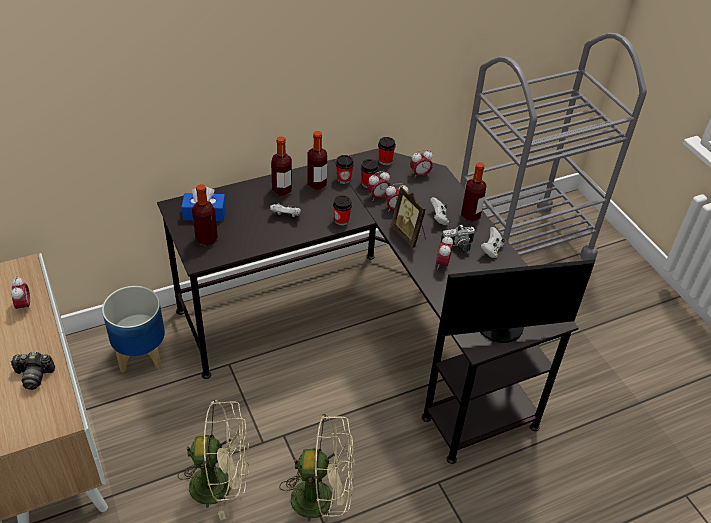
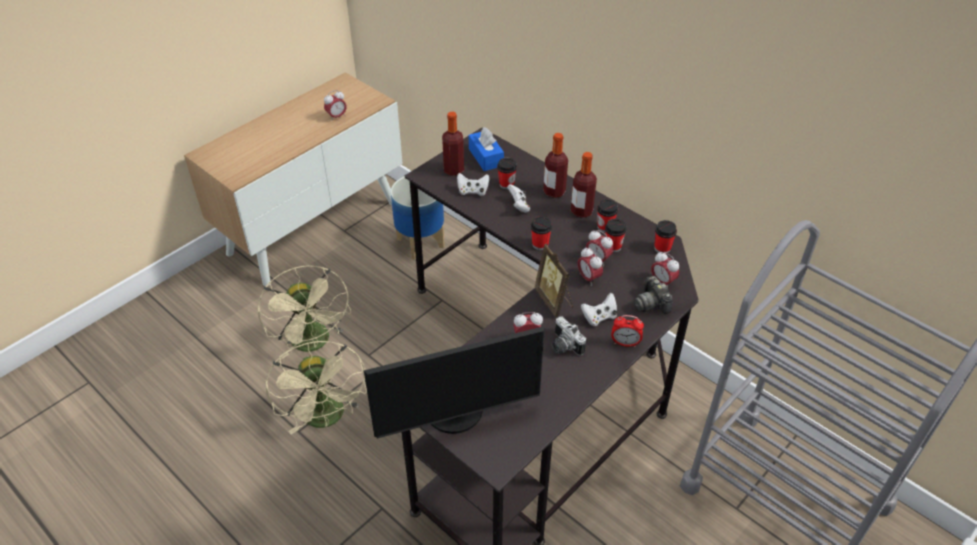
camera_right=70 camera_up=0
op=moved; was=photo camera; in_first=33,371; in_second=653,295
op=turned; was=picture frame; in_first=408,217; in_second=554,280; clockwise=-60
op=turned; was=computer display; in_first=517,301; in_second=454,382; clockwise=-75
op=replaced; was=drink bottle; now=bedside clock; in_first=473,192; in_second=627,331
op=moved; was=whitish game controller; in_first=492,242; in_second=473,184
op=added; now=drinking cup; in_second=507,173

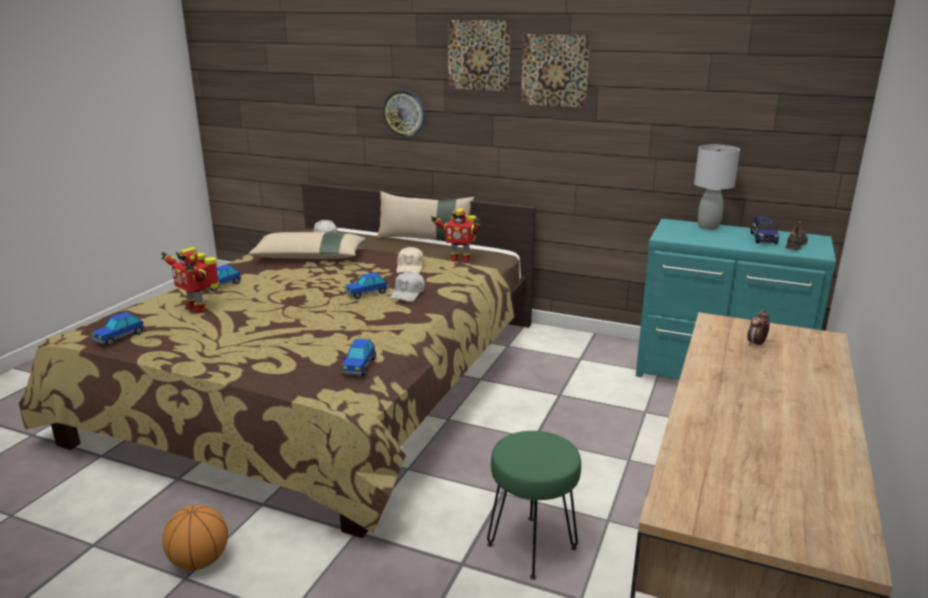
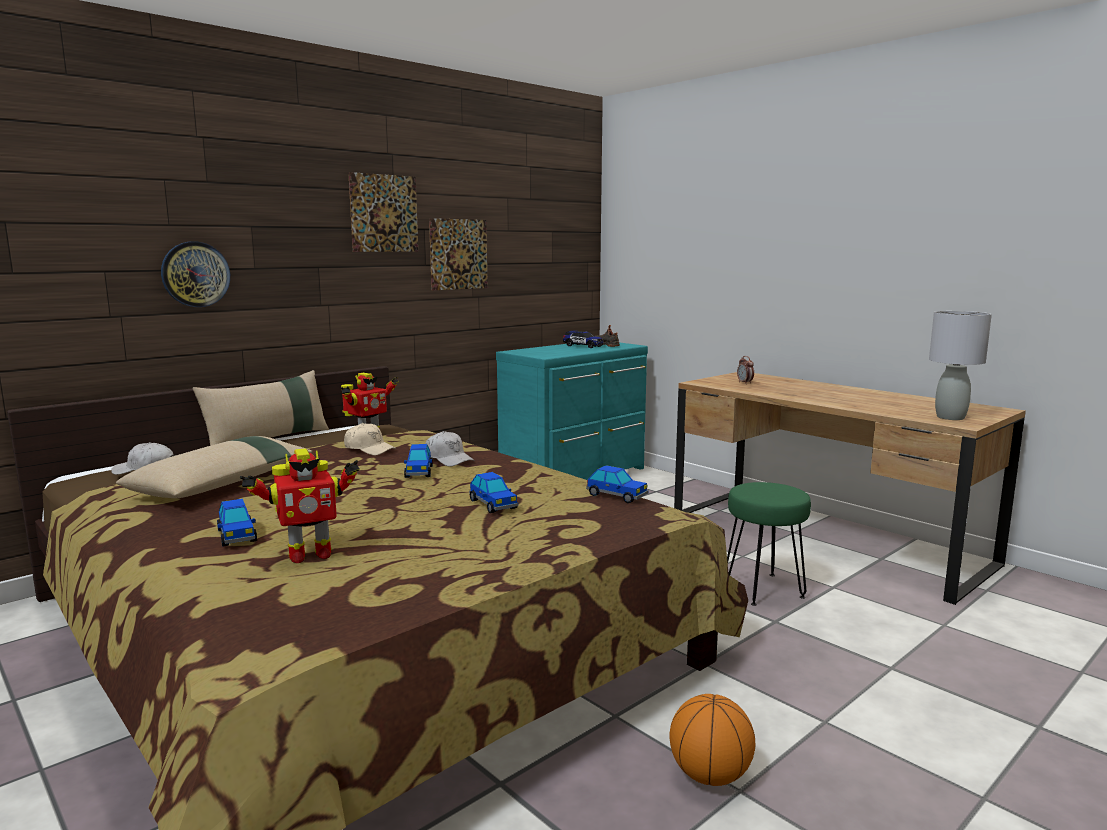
camera_right=-65 camera_up=-10
op=moved; was=miniature car; in_first=118,329; in_second=494,492
op=moved; was=picture; in_first=479,55; in_second=458,254
op=moved; was=gray lamp for a table; in_first=717,187; in_second=960,365

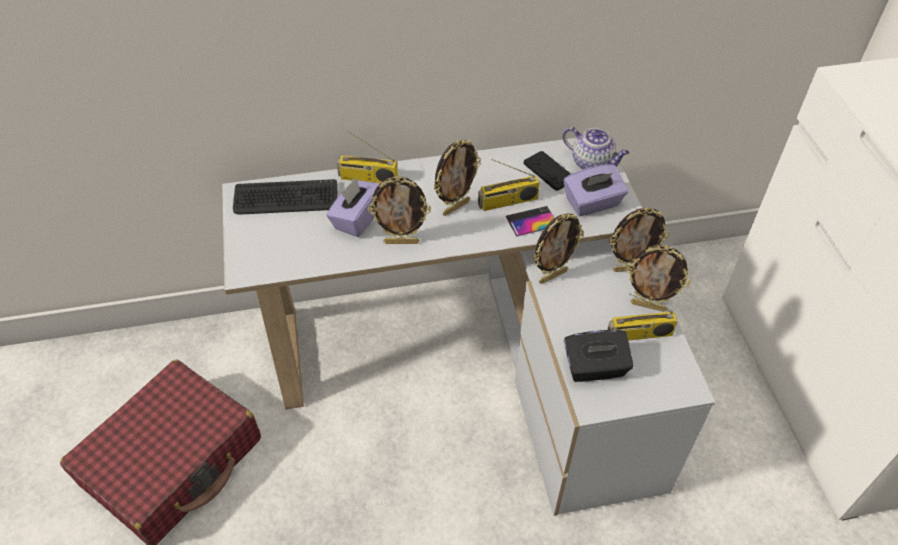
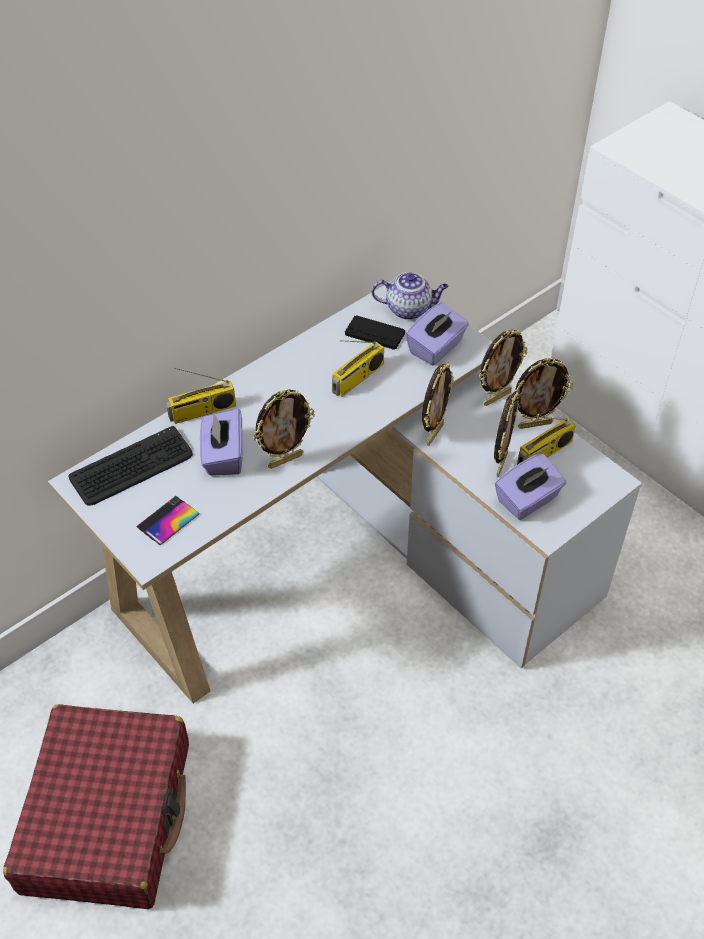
camera_right=-30 camera_up=0
op=moved; was=picture frame; in_first=457,178; in_second=506,434
op=moved; was=handset; in_first=530,221; in_second=168,520
op=recoloured; was=black tissue holder; now=purple-coloured tissue holder; in_first=599,356; in_second=530,486

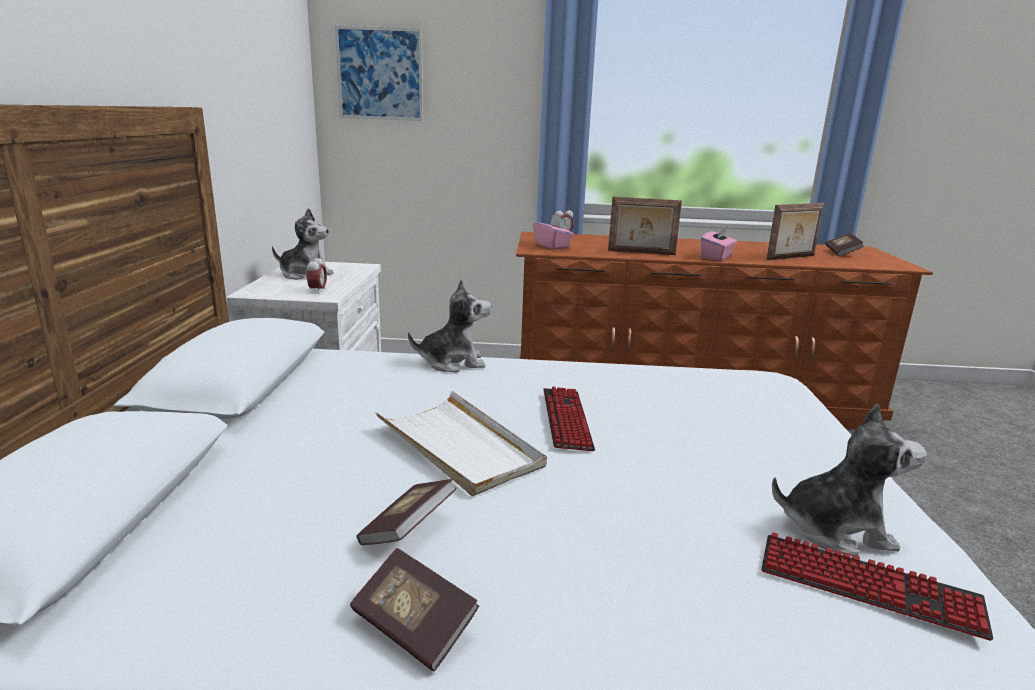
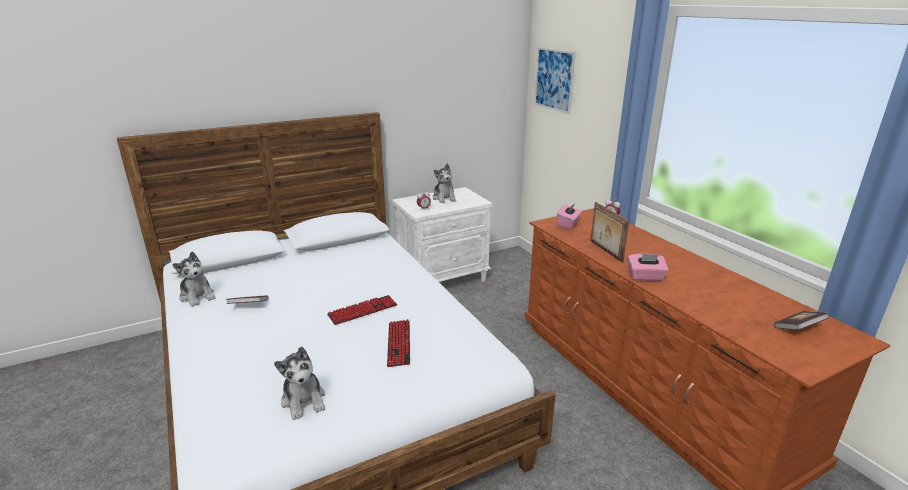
camera_right=60 camera_up=5
op=removed; was=volume; in_first=414,610
op=removed; was=whitish carrying tray; in_first=461,443
op=moved; was=cuddly toy; in_first=450,325; in_second=194,279
op=moved; was=keyboard; in_first=877,587; in_second=398,343
op=removed; was=picture frame; in_first=795,231

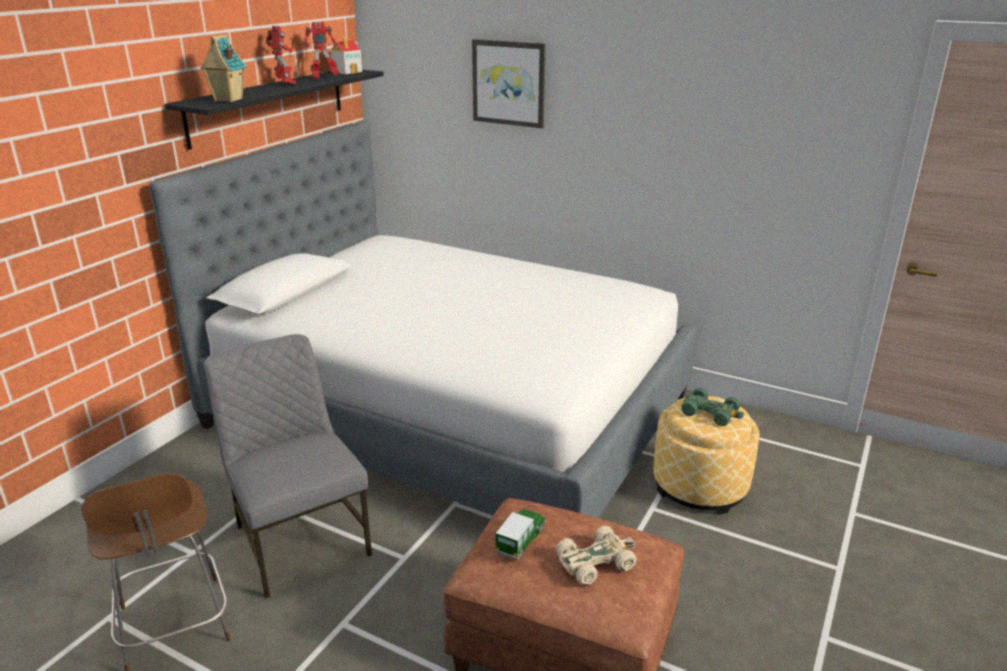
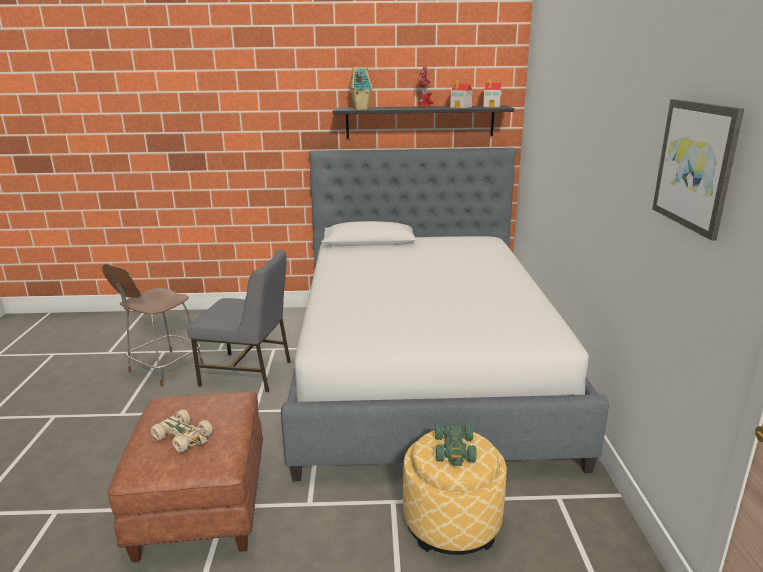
camera_right=60 camera_up=-5
op=turned; was=gray chair; in_first=288,466; in_second=239,320; clockwise=75
op=replaced; was=model robot; now=model house; in_first=322,50; in_second=461,94
op=moved; was=picture; in_first=509,83; in_second=698,169
op=removed; was=miniature car; in_first=520,535

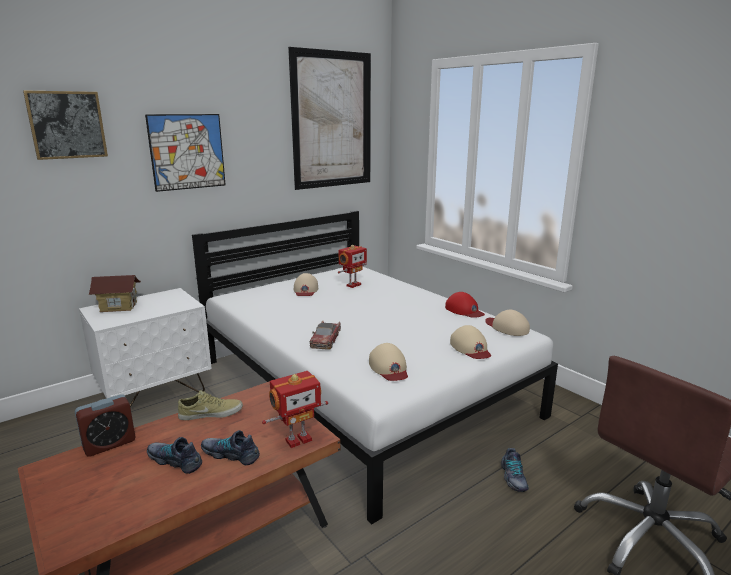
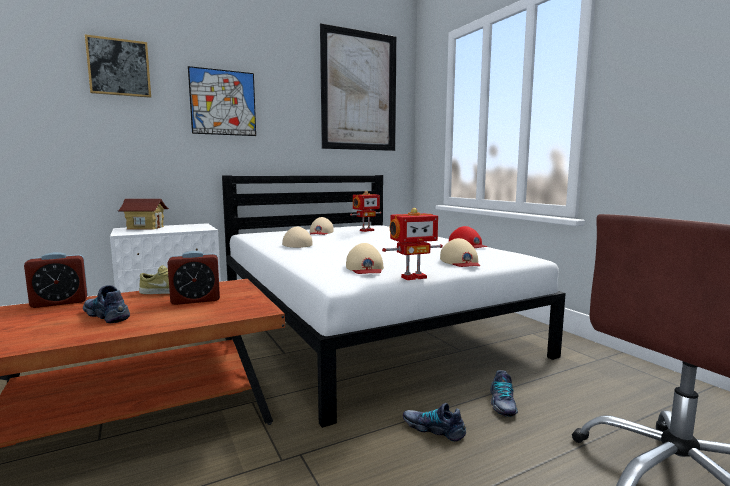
camera_right=10 camera_up=-10
op=moved; was=low shoe; in_first=230,447; in_second=434,422
op=moved; was=model robot; in_first=295,409; in_second=412,244
op=removed; was=miniature car; in_first=325,335
op=moved; was=beige peaked cap; in_first=507,323; in_second=297,237
op=added; now=bedside clock; in_second=193,278

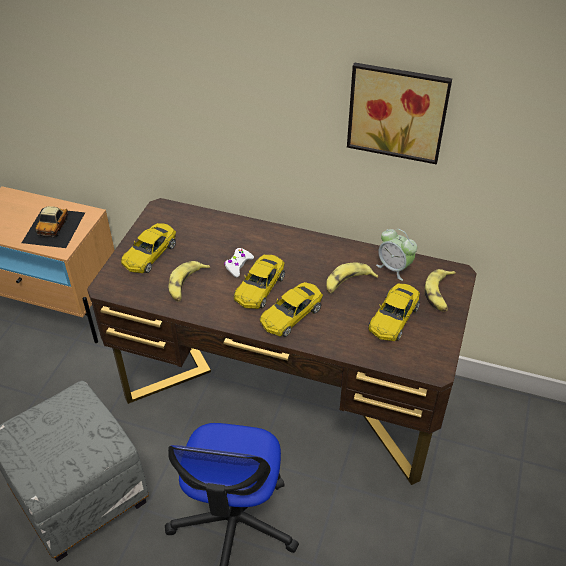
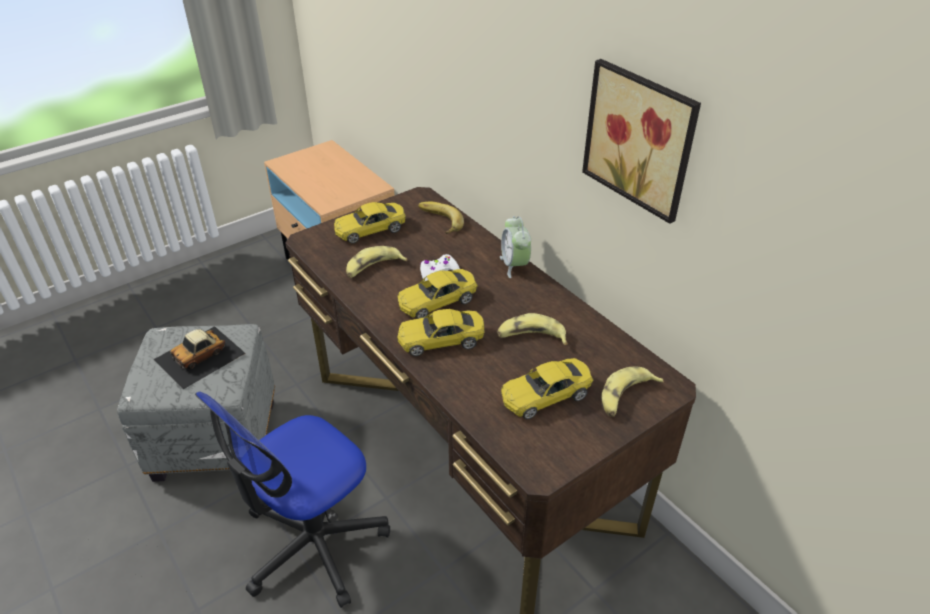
camera_right=35 camera_up=-5
op=moved; was=miniature car; in_first=53,227; in_second=199,357
op=moved; was=bedside clock; in_first=396,255; in_second=515,247
op=added; now=banana; in_second=441,218

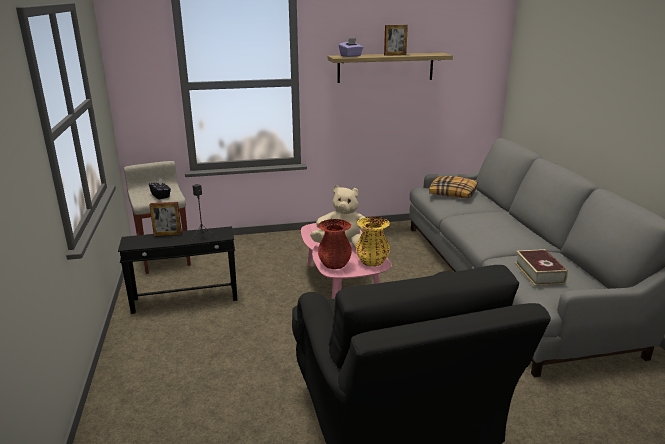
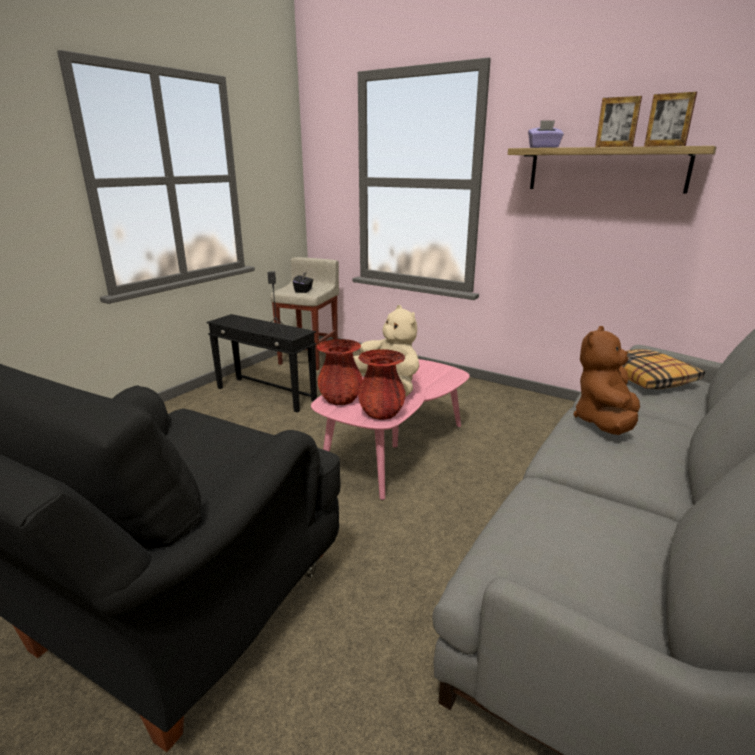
camera_right=45 camera_up=0
op=moved; was=picture frame; in_first=165,219; in_second=670,119
op=recoloured; was=yellow-coloured decorative vase; now=reddish decorative vase; in_first=373,241; in_second=382,384
op=removed; was=volume; in_first=541,267
op=added; now=brown cuddly toy; in_second=606,380

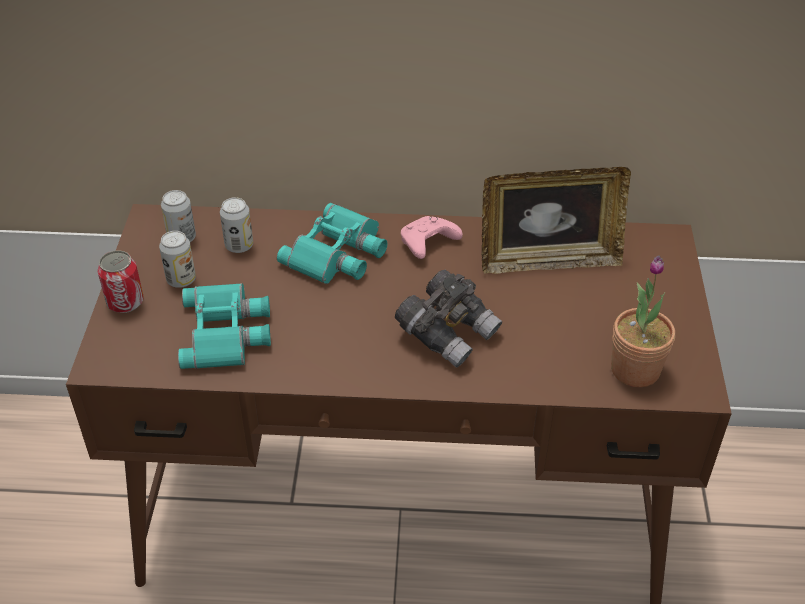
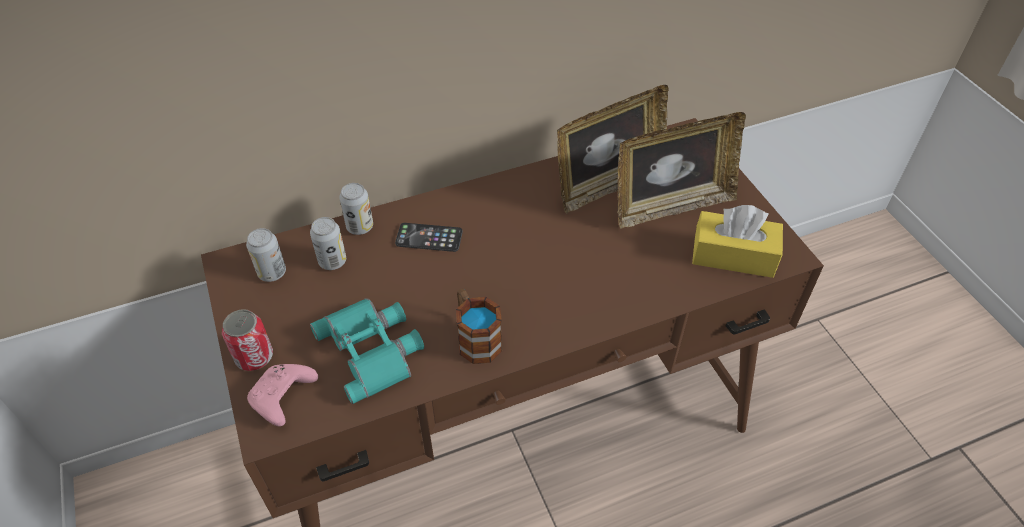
camera_right=-25 camera_up=5
op=moved; was=metal can; in_first=177,259; in_second=356,209
op=replaced; was=turquoise field glasses; now=handset; in_first=332,243; in_second=429,237
op=removed; was=gray field glasses; in_first=448,318
op=moved; was=pink game controller; in_first=432,237; in_second=282,395
op=replaced; was=potted plant; now=yellow-coloured tissue holder; in_first=643,321; in_second=737,241
op=added; now=coffee mug; in_second=479,326
op=added; now=picture frame; in_second=681,170

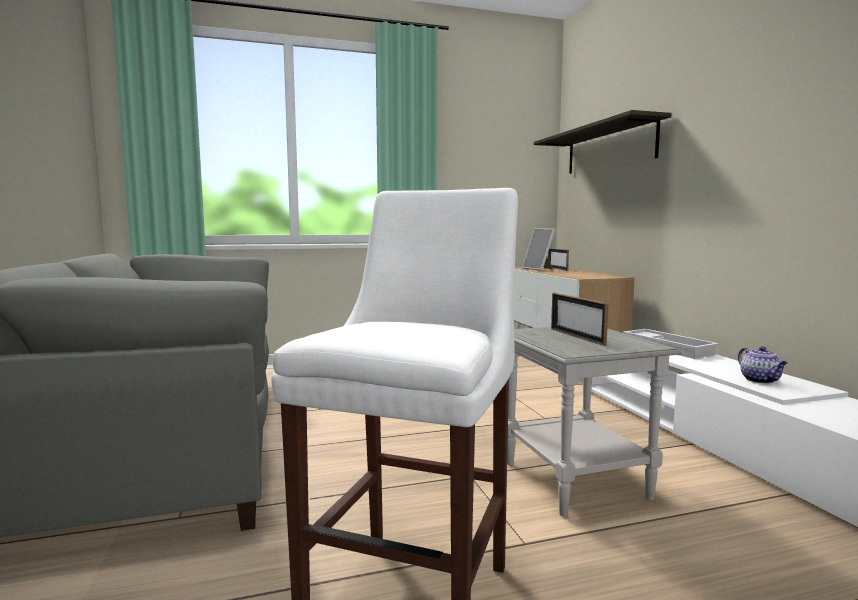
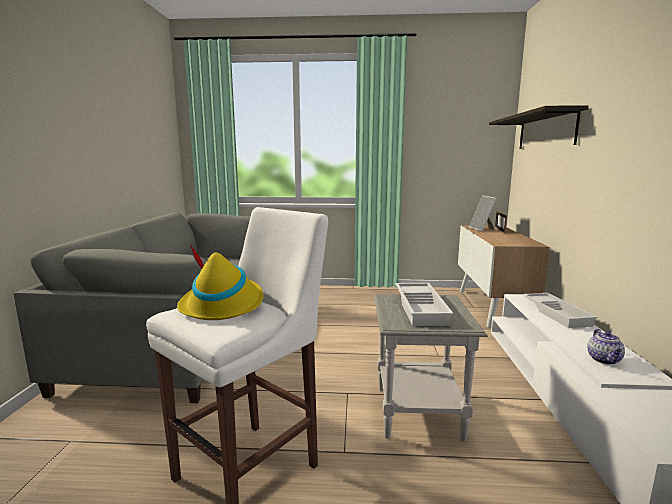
camera_right=20 camera_up=5
op=replaced; was=picture frame; now=whitish carrying tray; in_first=580,319; in_second=424,304
op=added; now=yellow-coloured clothing hat; in_second=220,282

